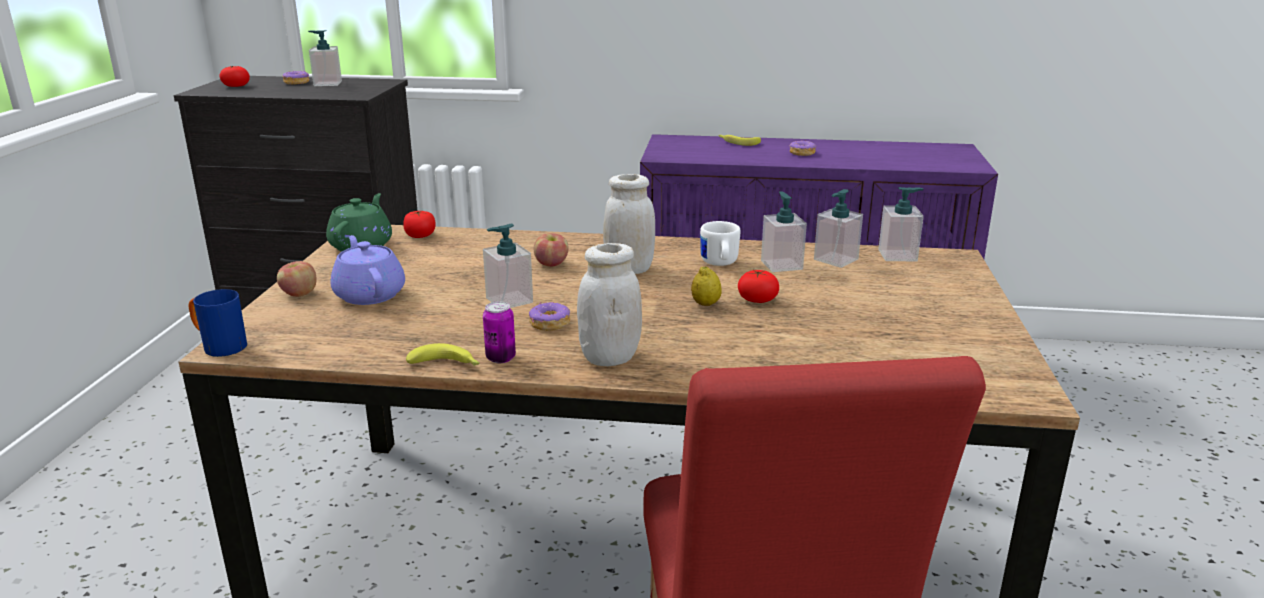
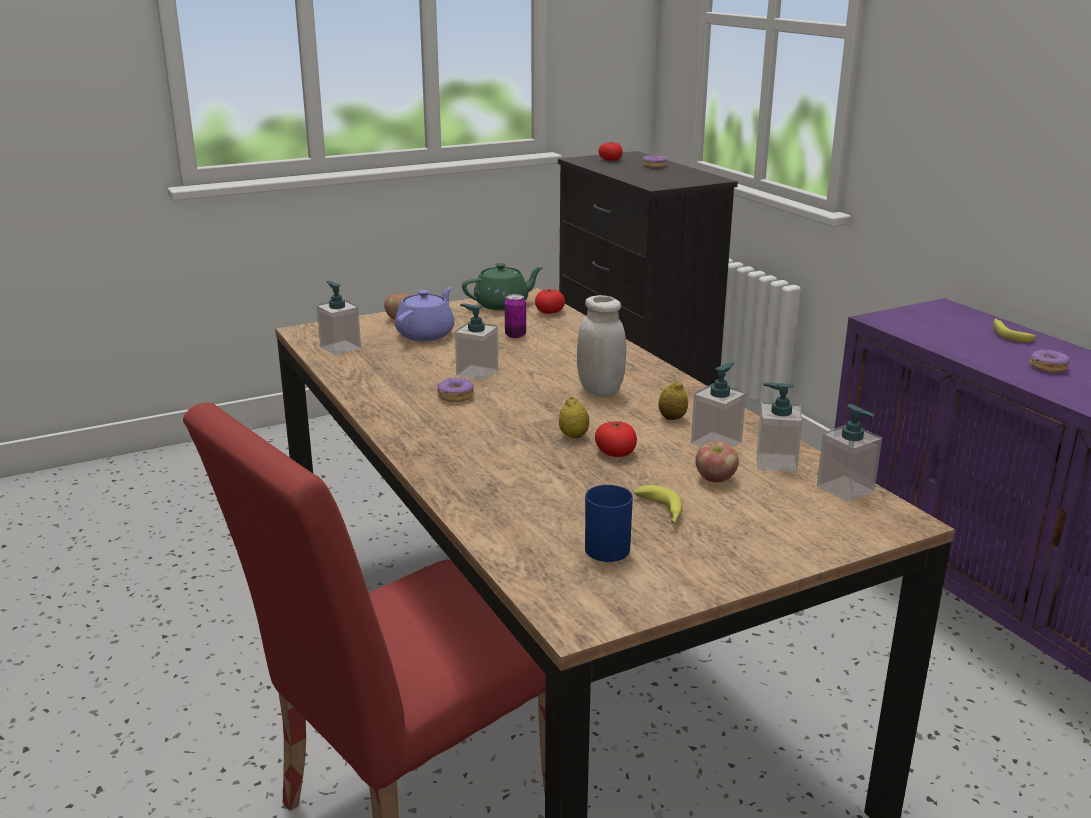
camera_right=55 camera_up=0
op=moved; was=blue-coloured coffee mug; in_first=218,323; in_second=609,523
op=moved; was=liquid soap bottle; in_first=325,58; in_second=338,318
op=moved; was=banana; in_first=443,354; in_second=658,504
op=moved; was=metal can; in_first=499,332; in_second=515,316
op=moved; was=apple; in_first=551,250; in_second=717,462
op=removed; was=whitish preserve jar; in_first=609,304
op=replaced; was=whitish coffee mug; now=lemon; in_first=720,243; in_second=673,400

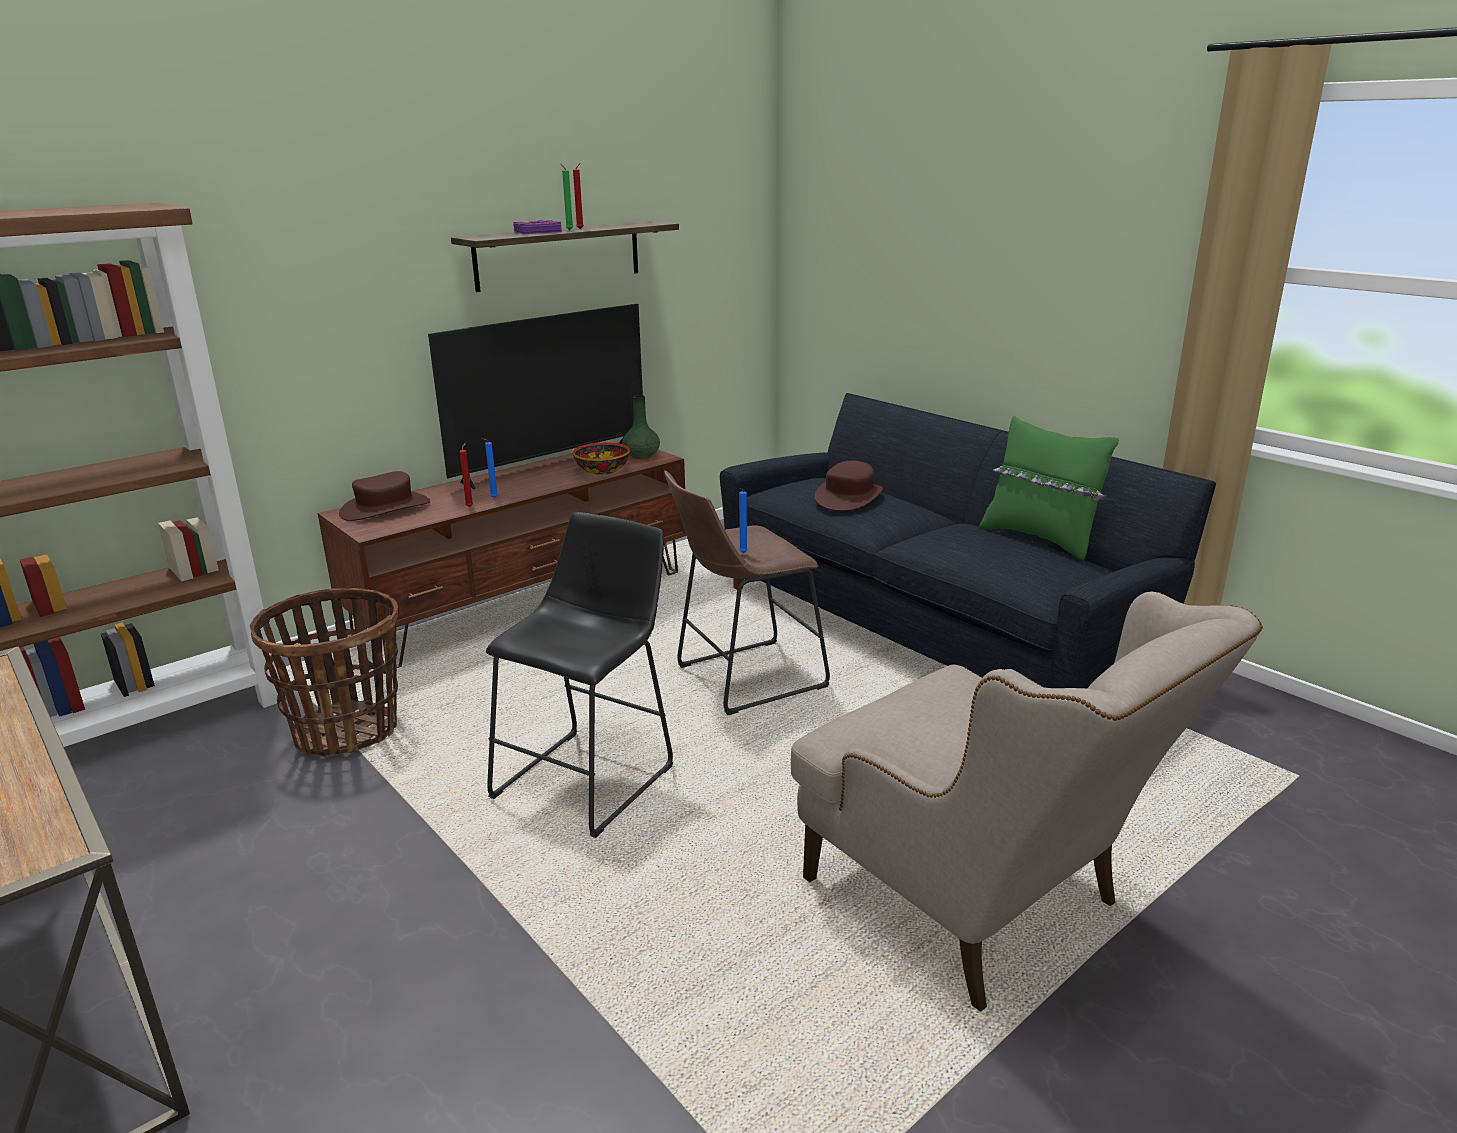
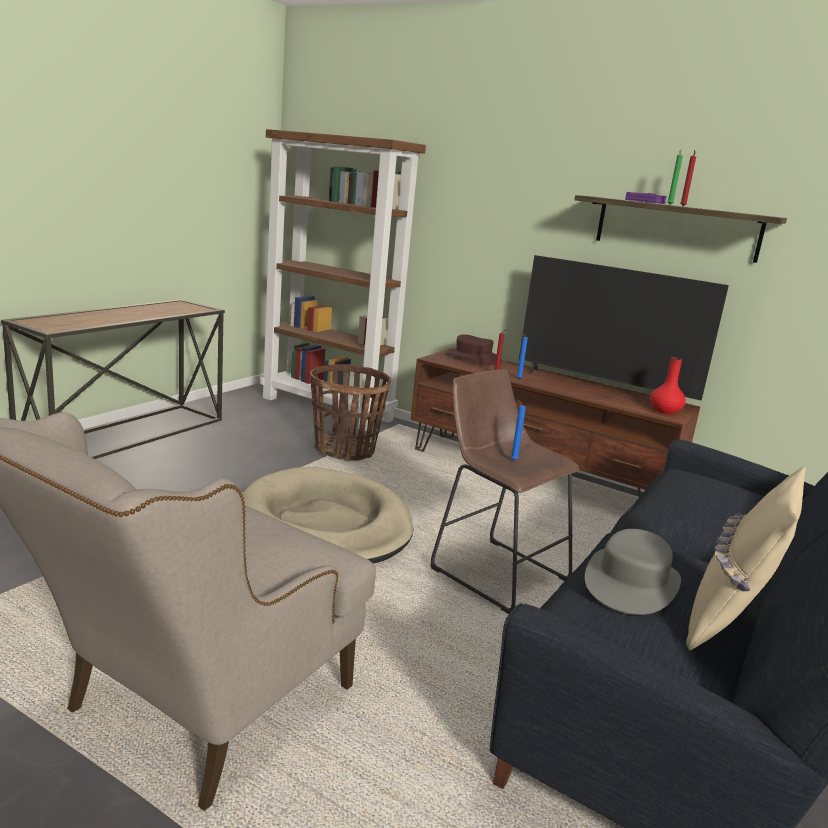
camera_right=70 camera_up=-5
op=replaced; was=black stool seat; now=beige pet bed; in_first=579,675; in_second=328,515
op=removed; was=serving bowl; in_first=601,458
op=recoloured; was=green-coloured decorative vase; now=reddish decorative vase; in_first=641,427; in_second=668,385
op=removed; was=brown clothing hat; in_first=848,486
op=recoloured; was=green-coloured cushion; now=beige cushion; in_first=1049,488; in_second=746,558
op=added; now=gray clothing hat; in_second=633,572

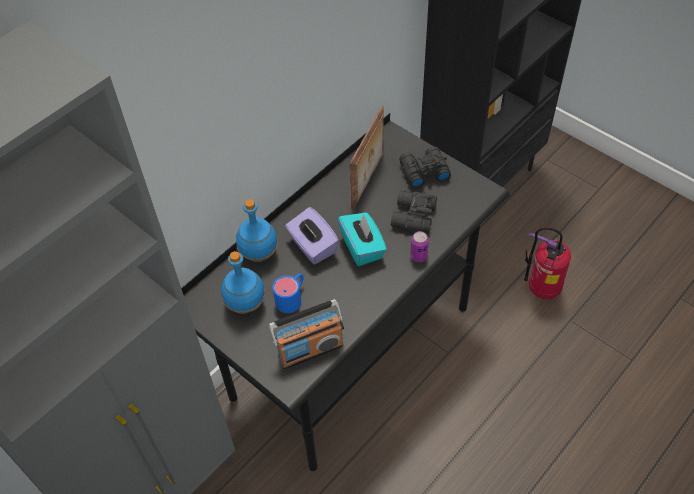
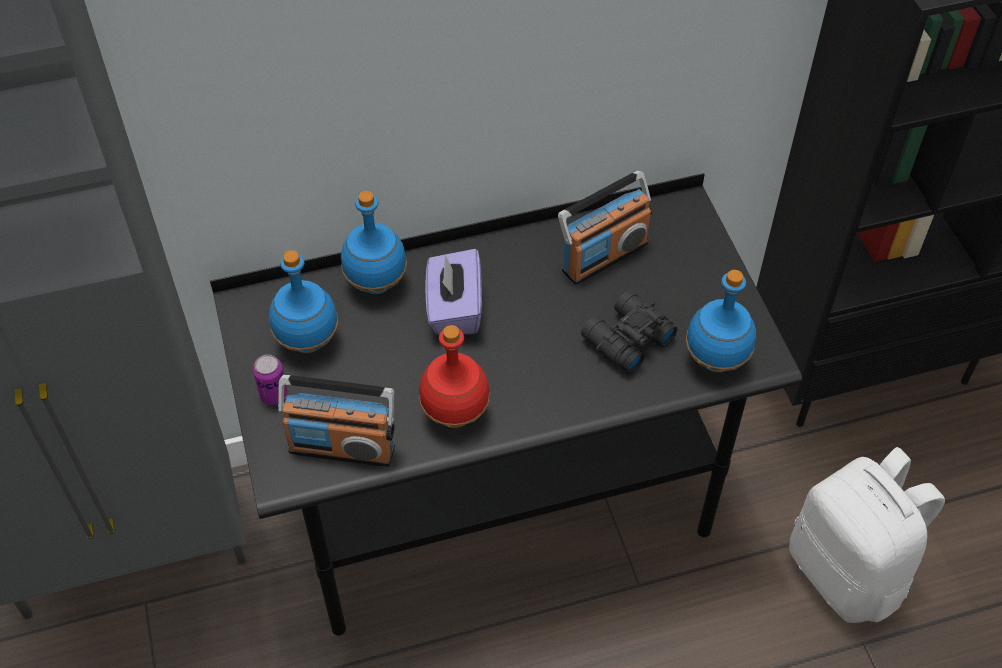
camera_right=30 camera_up=0
op=removed; was=blue-coloured coffee mug; in_first=288,293
op=removed; was=turquoise tissue holder; in_first=362,239
op=replaced; was=picture frame; now=radio set; in_first=366,157; in_second=605,227
op=removed; was=black field glasses; in_first=425,167
op=moved; was=metal can; in_first=419,246; in_second=270,379
op=replaced; was=extinguisher; now=whitish knapsack; in_first=547,263; in_second=867,535
op=added; now=reddish drink bottle; in_second=454,376
op=added; now=blue-coloured drink bottle; in_second=721,321

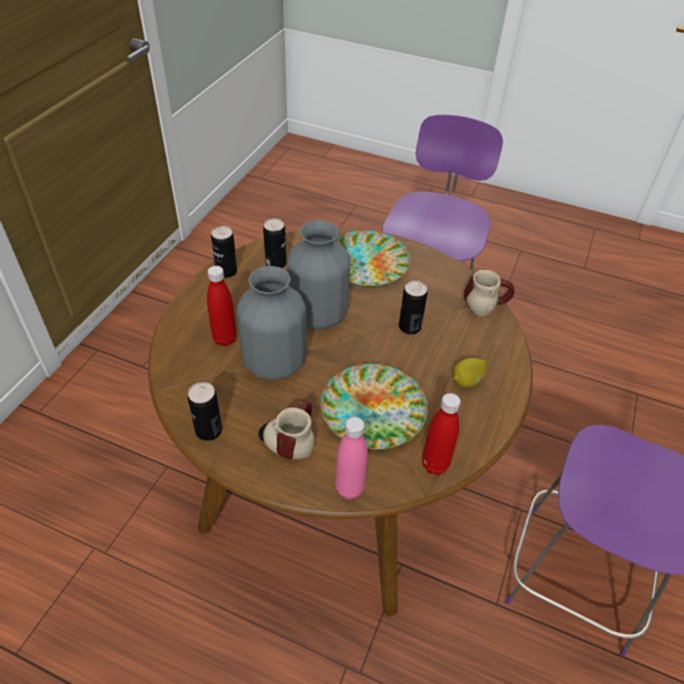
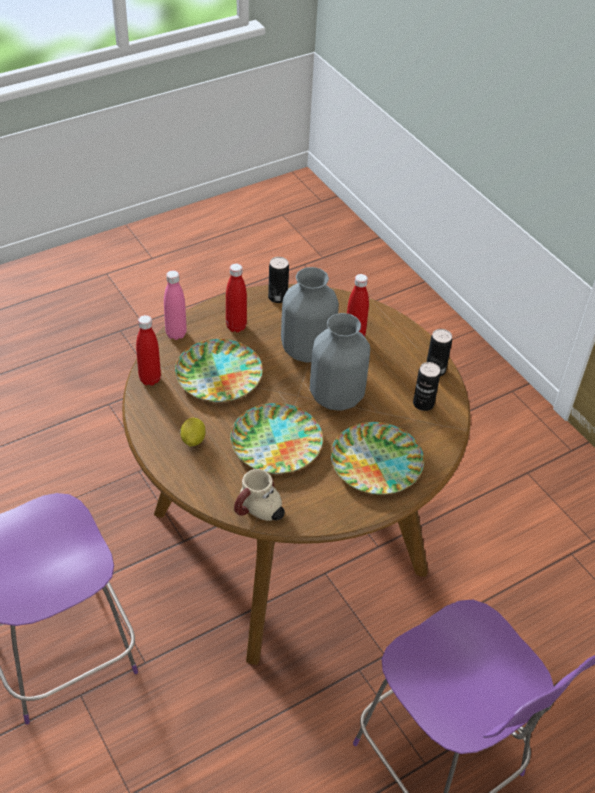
camera_right=125 camera_up=0
op=replaced; was=coffee mug; now=reddish drink bottle; in_first=286,429; in_second=236,297
op=replaced; was=metal can; now=plate; in_first=413,307; in_second=276,438

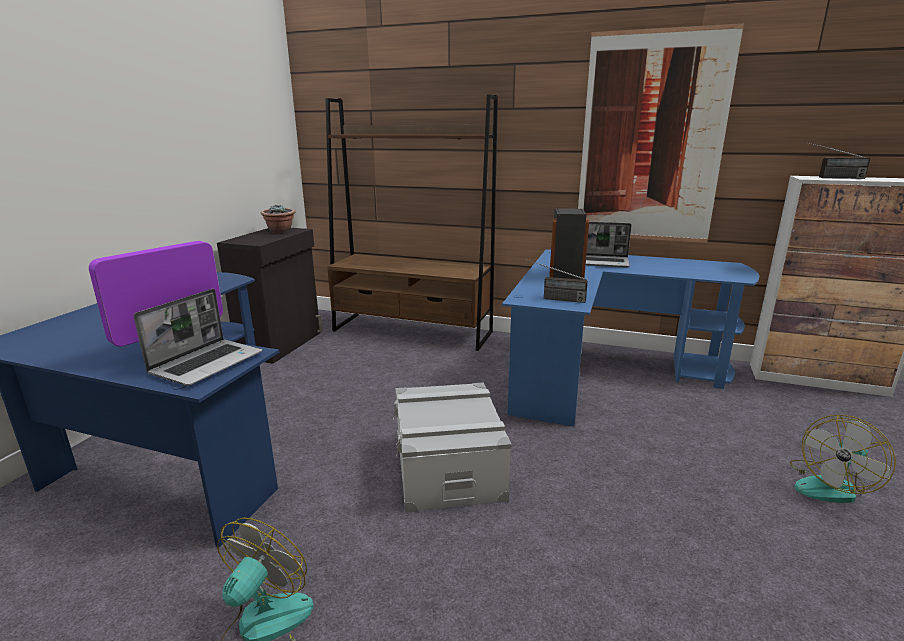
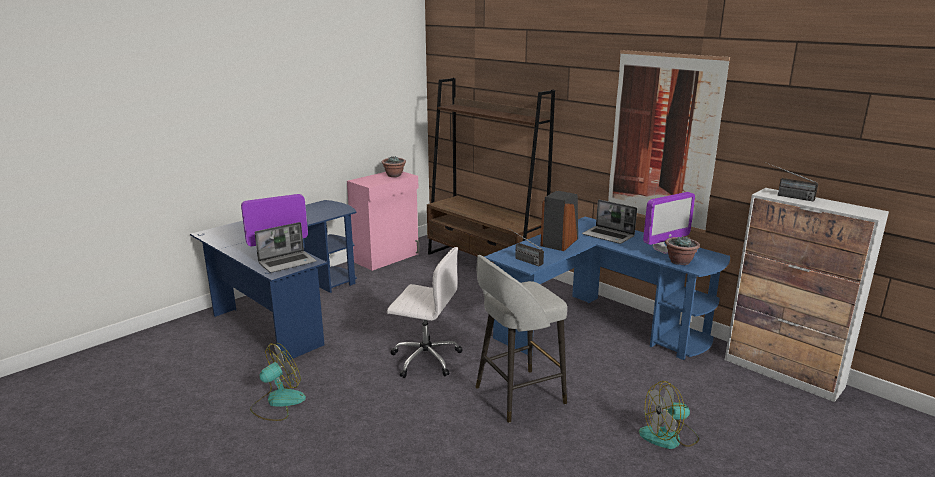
camera_right=25 camera_up=0
op=recoloured; was=black cabinet; now=pink cabinet; in_first=270,296; in_second=383,221
op=replaced; was=gray storage bin; now=whitish computer chair; in_first=452,447; in_second=425,312
op=added; now=gray stool seat; in_second=521,339
op=added; now=computer display; in_second=669,223
op=added; now=potted plant; in_second=682,250

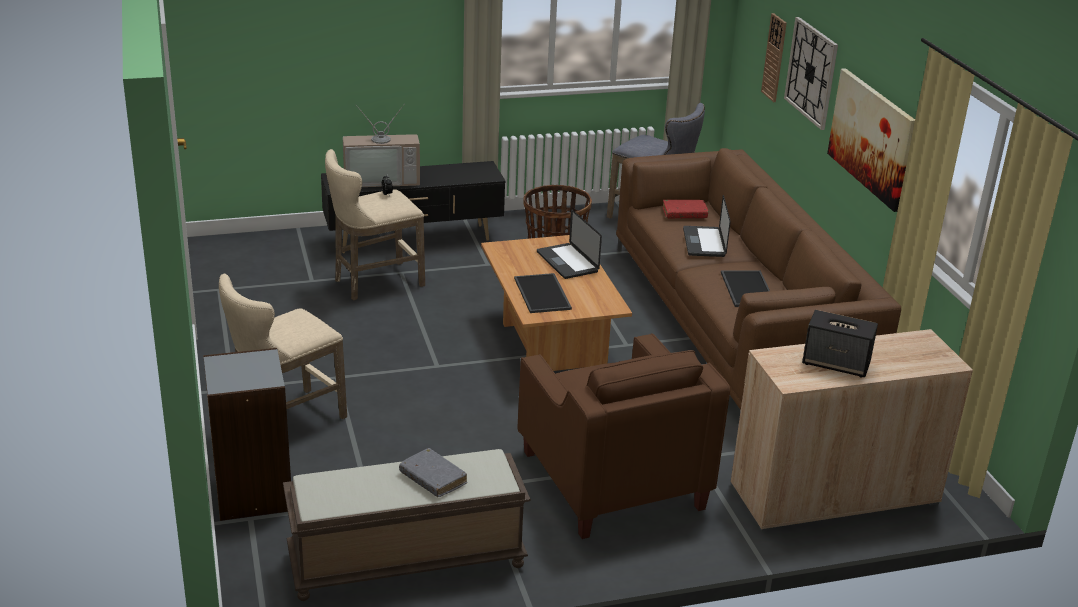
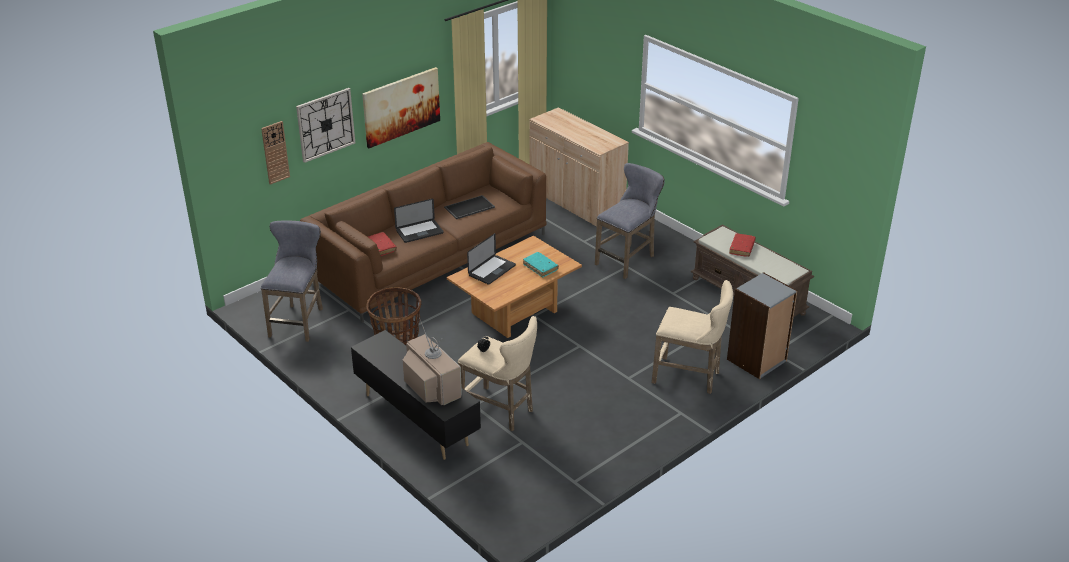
camera_right=-115 camera_up=5
op=recoloured; was=gray volume; now=reddish volume; in_first=433,472; in_second=742,245
op=replaced; was=carrying tray; now=turquoise volume; in_first=543,293; in_second=541,264
op=replaced; was=brown lounge chair; now=gray stool seat; in_first=623,436; in_second=630,221
op=removed; was=speaker; in_first=840,343

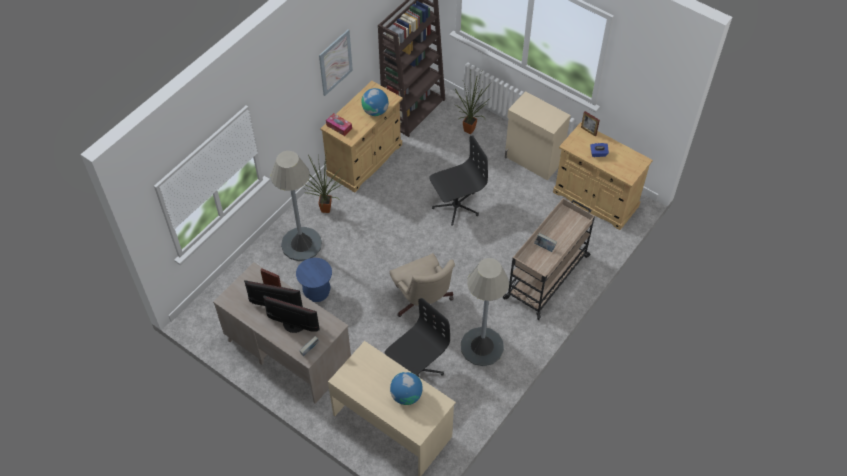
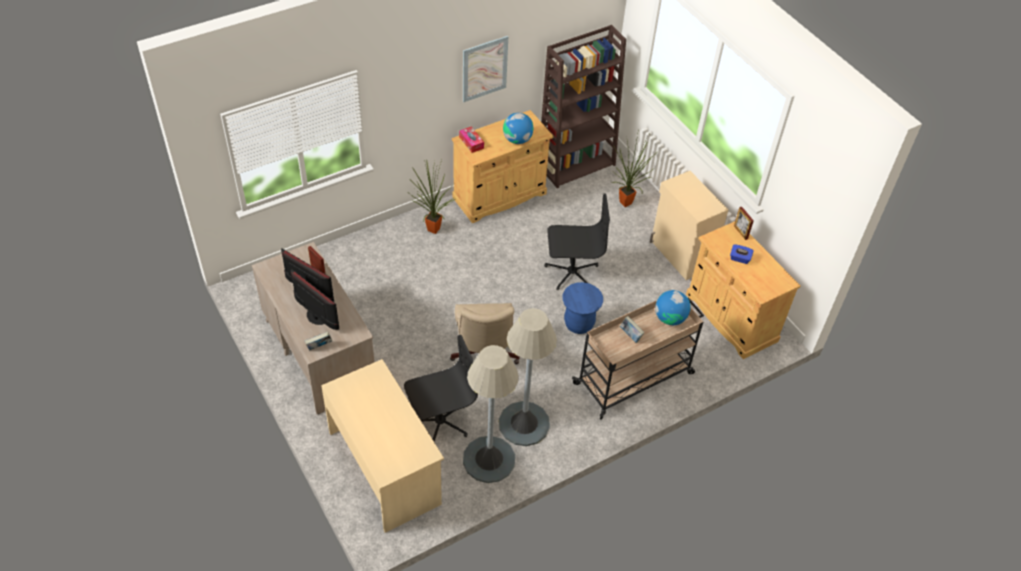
camera_right=20 camera_up=-5
op=moved; was=gray floor lamp; in_first=296,206; in_second=491,414
op=moved; was=blue-coloured stool seat; in_first=314,280; in_second=582,308
op=moved; was=desk globe; in_first=406,388; in_second=673,307

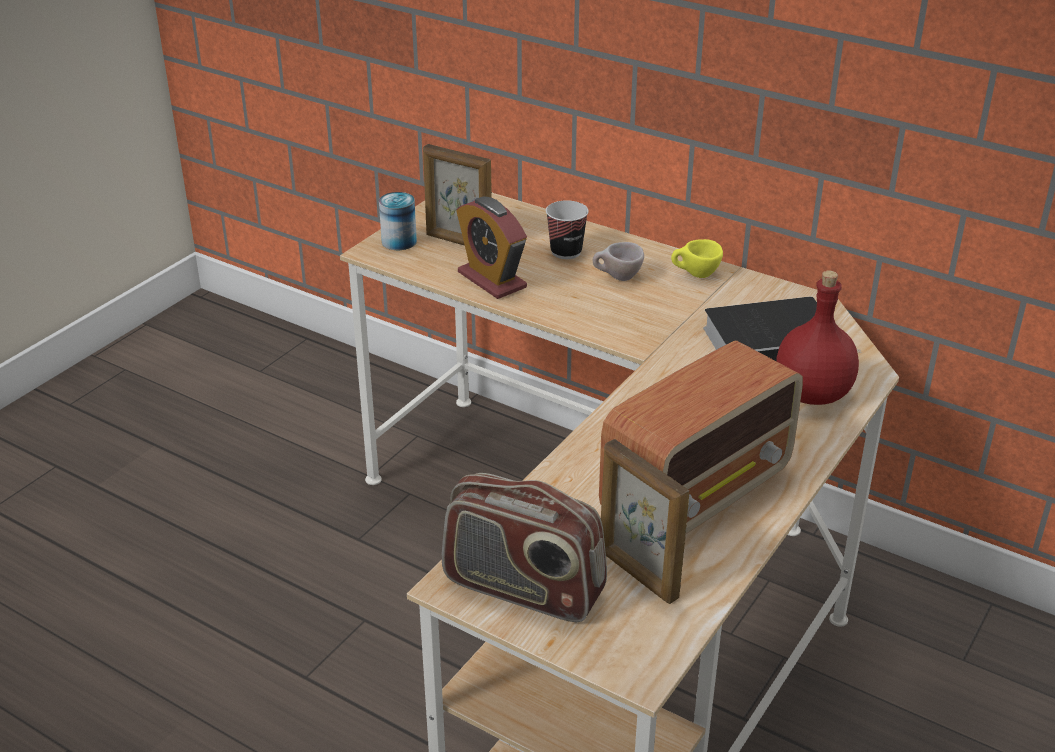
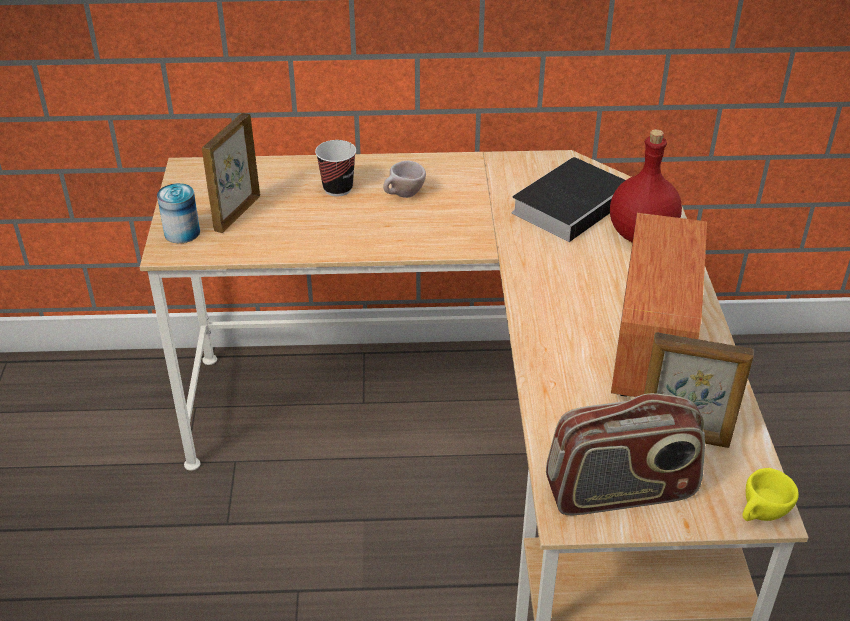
camera_right=-35 camera_up=5
op=turned; was=picture frame; in_first=457,195; in_second=231,173; clockwise=120
op=removed; was=bedside clock; in_first=492,247
op=moved; was=yellow-coloured drinking cup; in_first=697,258; in_second=770,494

